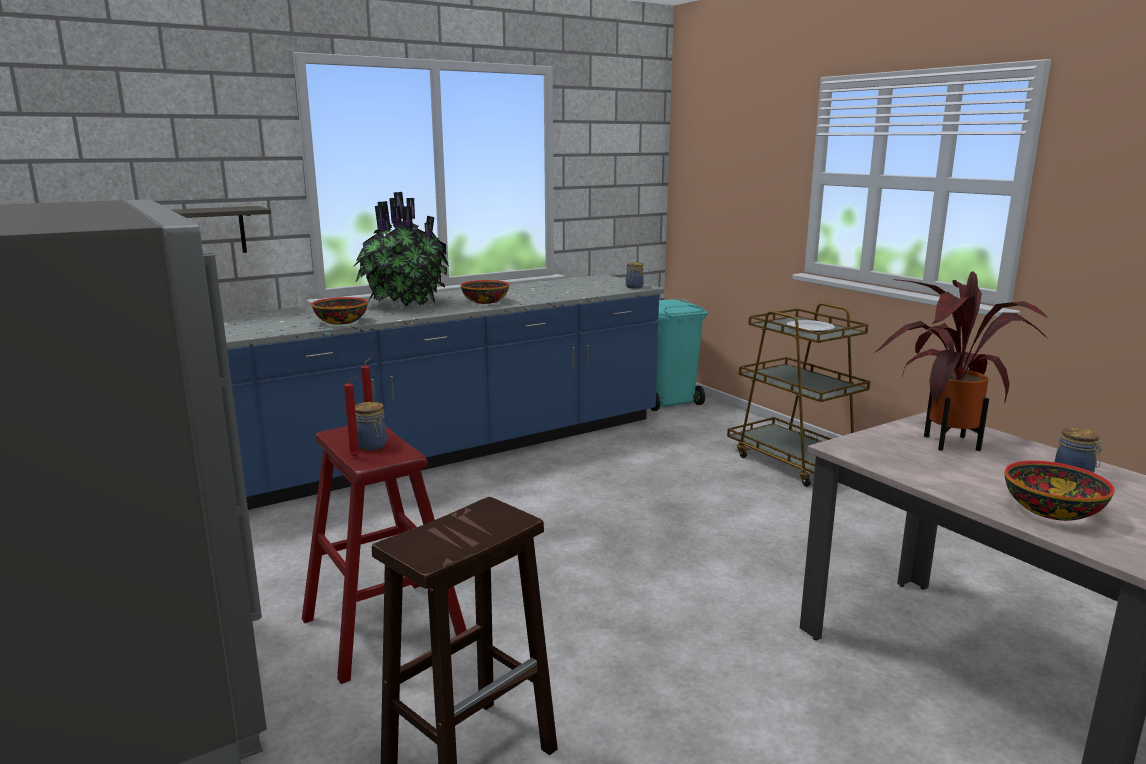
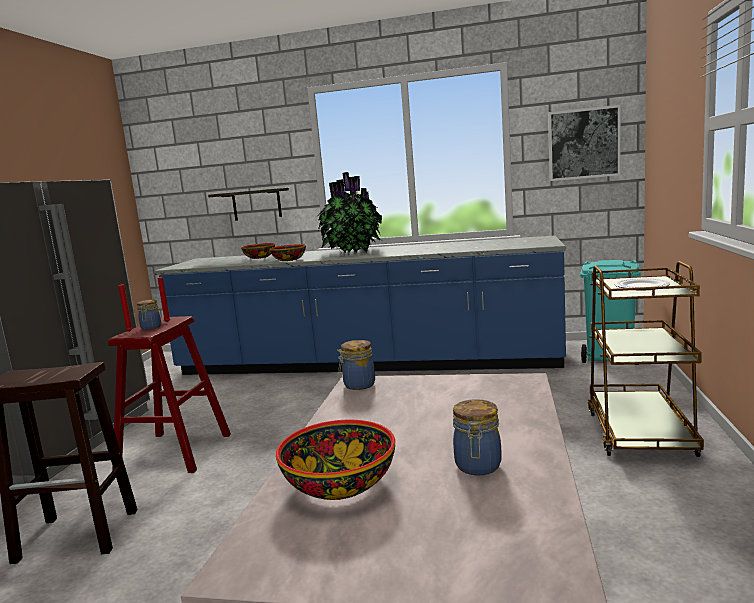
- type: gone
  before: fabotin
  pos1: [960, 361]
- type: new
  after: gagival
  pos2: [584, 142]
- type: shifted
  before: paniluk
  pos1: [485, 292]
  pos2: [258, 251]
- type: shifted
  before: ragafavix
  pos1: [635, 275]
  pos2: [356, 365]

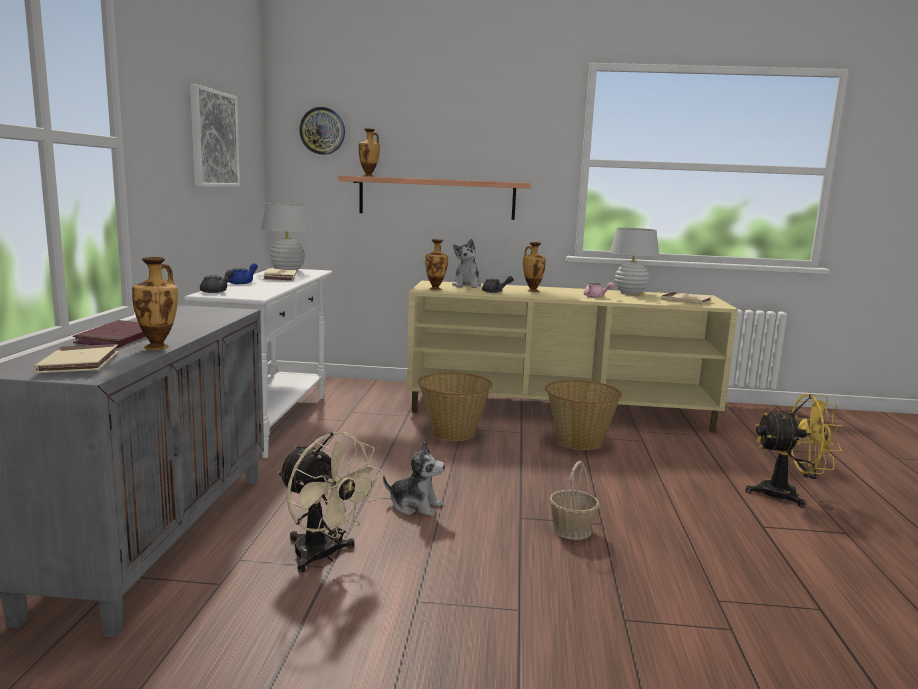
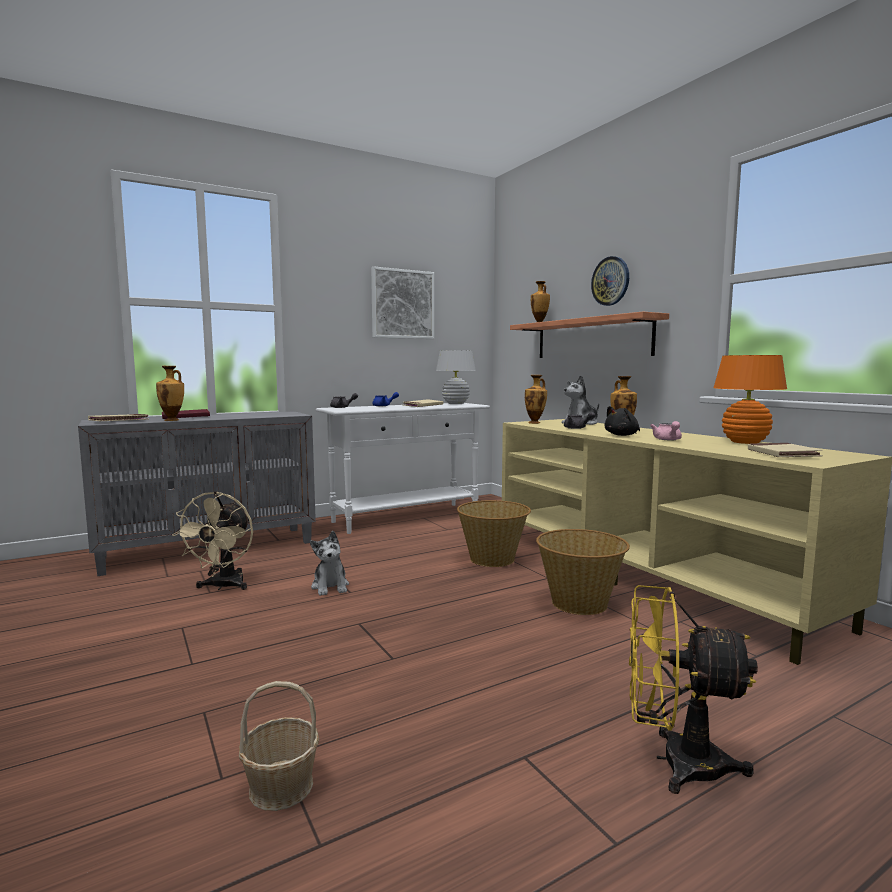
- type: new
  after: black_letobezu
  pos2: [622, 421]
- type: shifted
  before: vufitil
  pos1: [322, 131]
  pos2: [610, 281]
- type: shifted
  before: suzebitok
  pos1: [574, 500]
  pos2: [279, 746]
- type: repainted
  before: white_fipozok
  after: orange_fipozok
  pos1: [634, 261]
  pos2: [750, 399]
- type: rotated
  before: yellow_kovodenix
  pos1: [794, 451]
  pos2: [693, 689]
  turn: 135

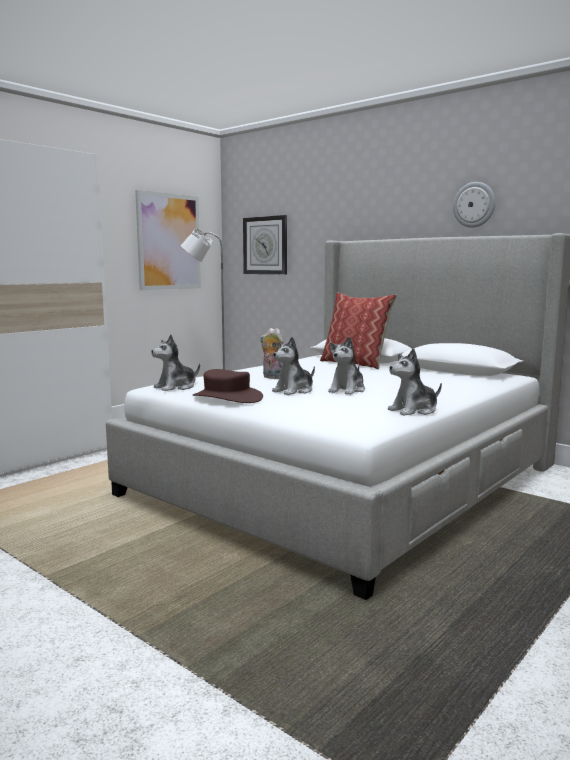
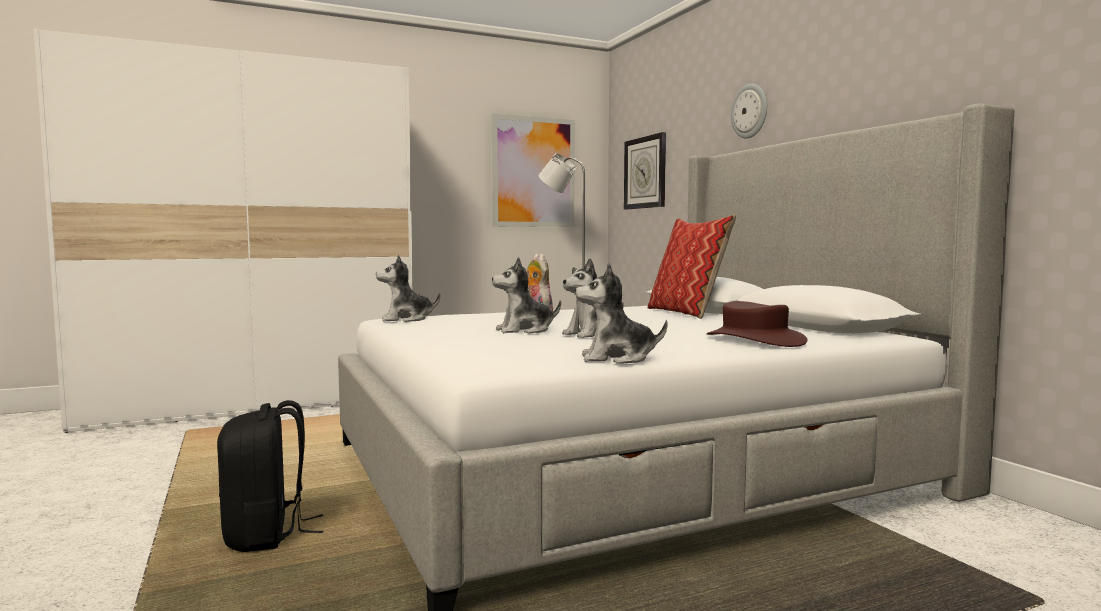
- type: new
  after: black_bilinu
  pos2: [270, 476]
- type: shifted
  before: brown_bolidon
  pos1: [228, 386]
  pos2: [757, 324]
- type: shifted
  before: vufitil
  pos1: [474, 205]
  pos2: [749, 111]

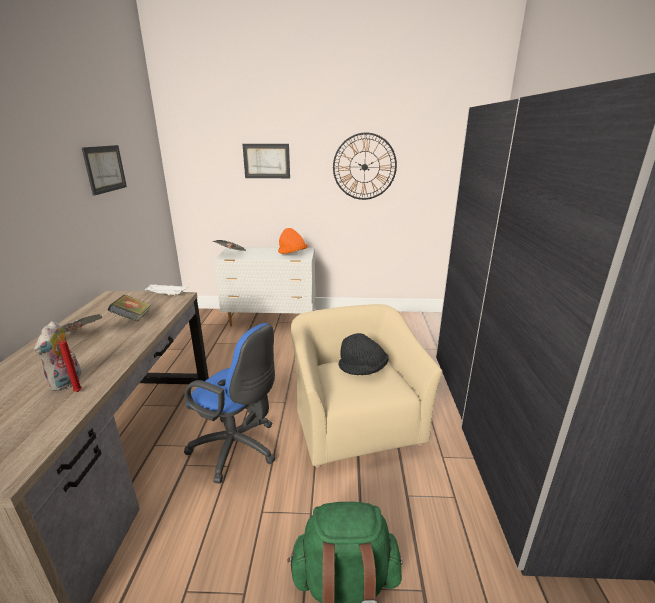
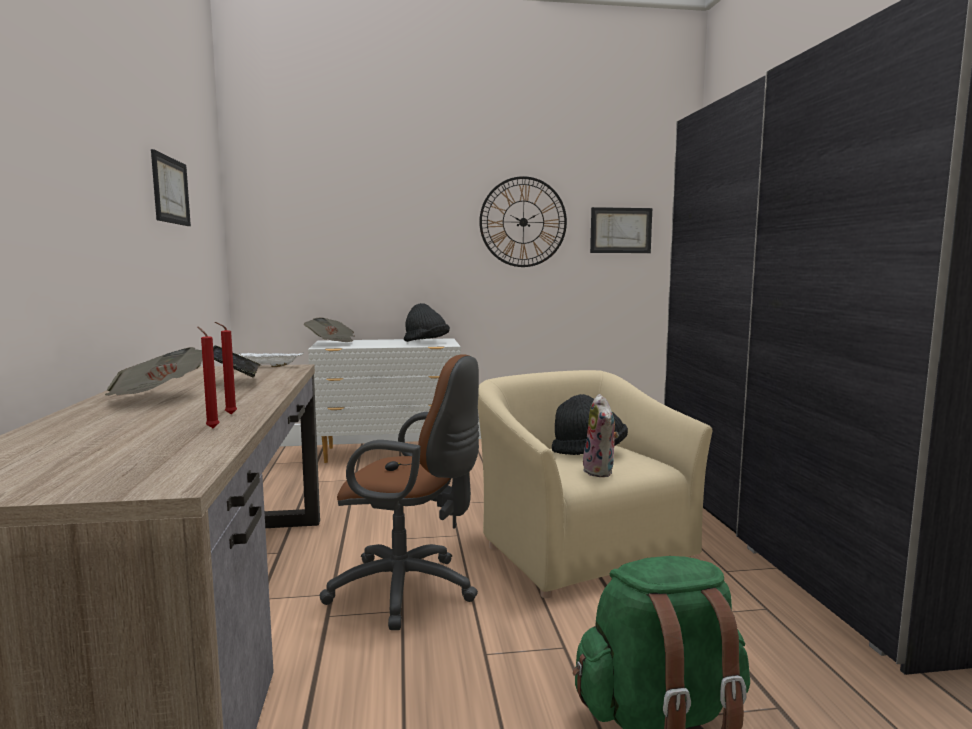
- type: new
  after: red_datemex
  pos2: [226, 368]
- type: shifted
  before: letobezu
  pos1: [57, 356]
  pos2: [601, 435]
- type: shifted
  before: gagival
  pos1: [266, 161]
  pos2: [621, 230]
- type: repainted
  before: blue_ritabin
  after: brown_ritabin
  pos1: [230, 403]
  pos2: [399, 492]
- type: repainted
  before: orange_bolidon
  after: black_bolidon
  pos1: [293, 241]
  pos2: [427, 322]

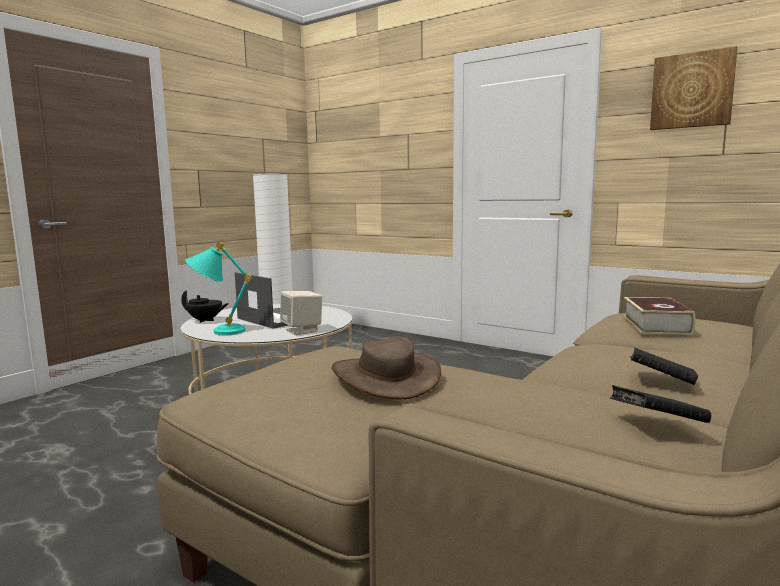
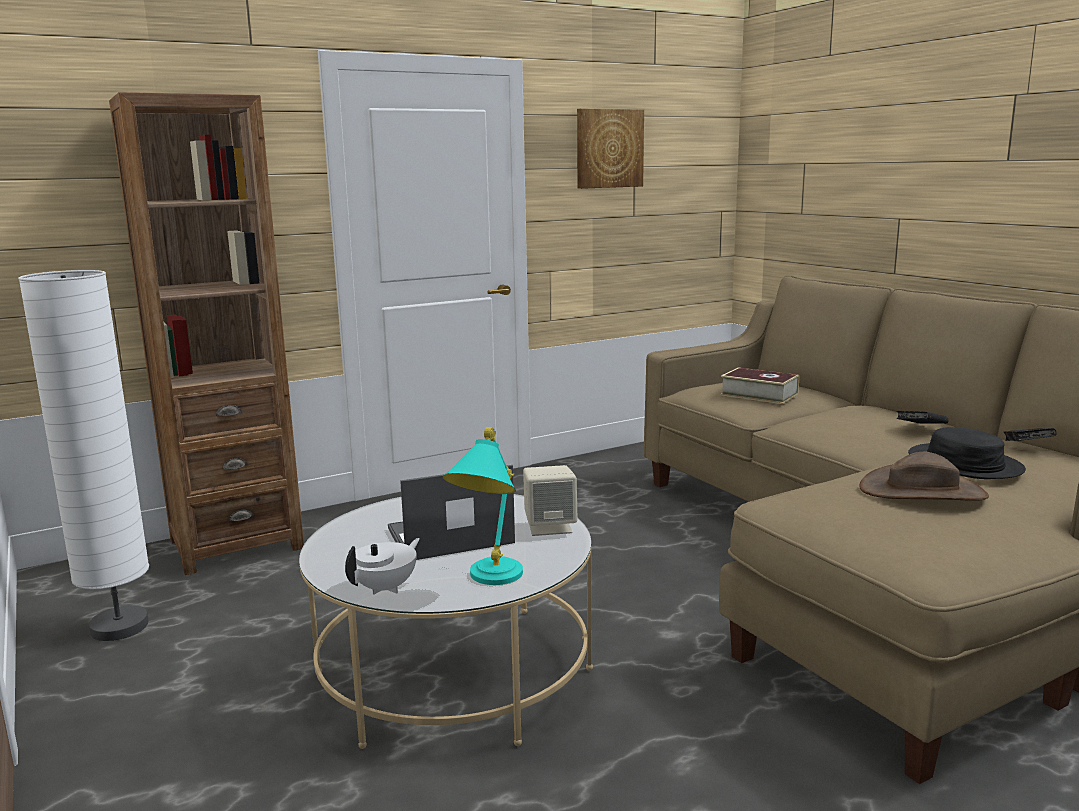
- type: new
  after: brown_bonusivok
  pos2: [206, 333]
- type: new
  after: black_bolidon
  pos2: [967, 453]
- type: repainted
  before: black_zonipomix
  after: white_zonipomix
  pos1: [205, 306]
  pos2: [382, 566]

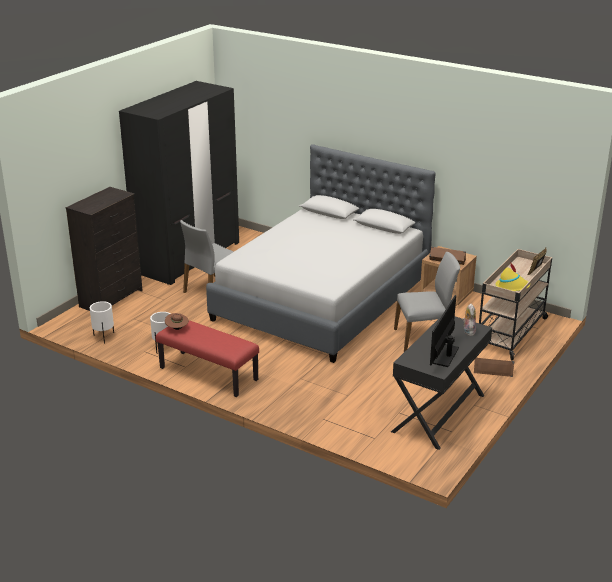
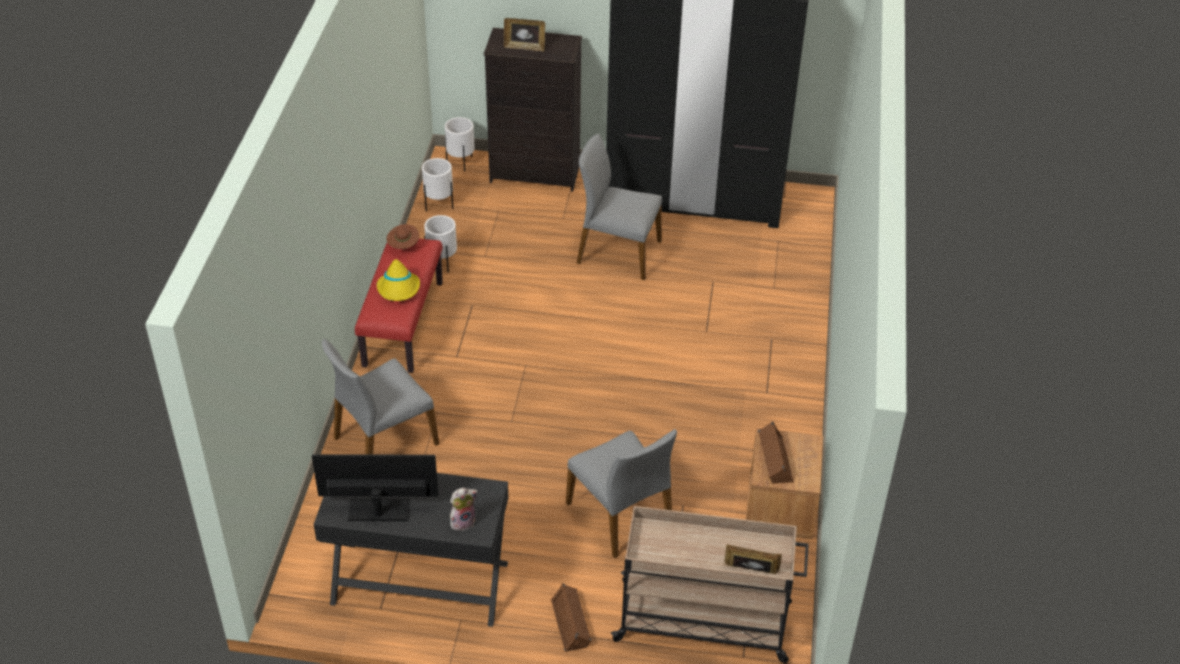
- type: gone
  before: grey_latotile
  pos1: [321, 253]
- type: new
  after: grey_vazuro
  pos2: [380, 397]
- type: new
  after: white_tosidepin
  pos2: [460, 144]
- type: new
  after: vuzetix
  pos2: [524, 35]
- type: shifted
  before: yellow_bolidon
  pos1: [512, 276]
  pos2: [398, 280]

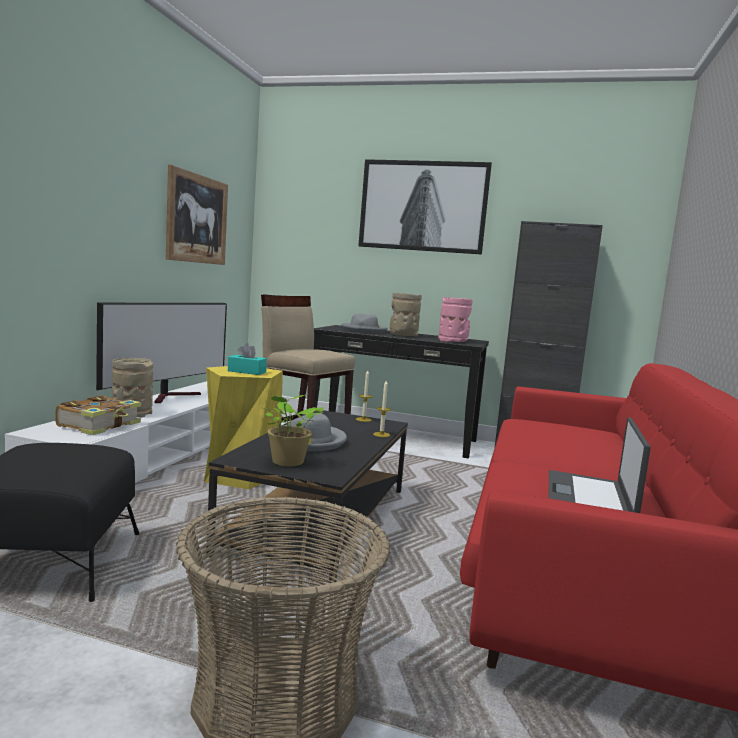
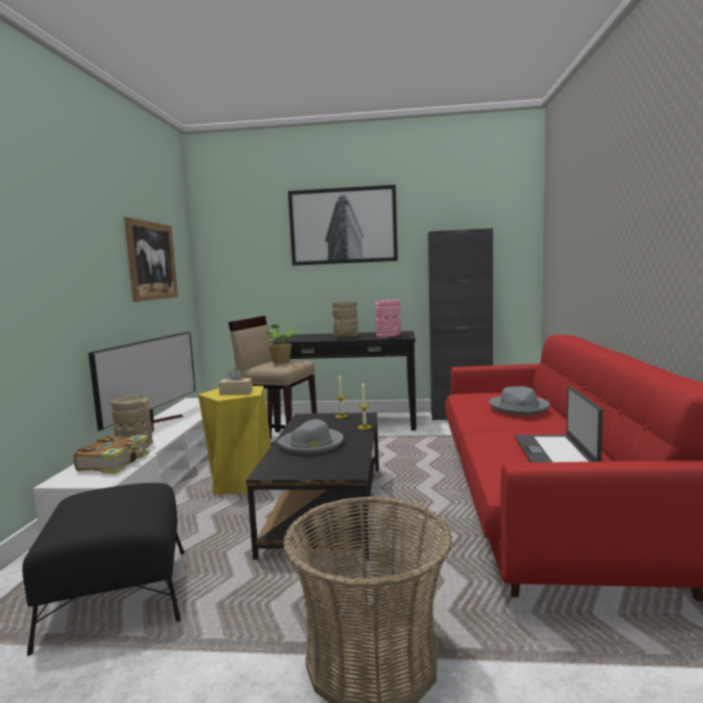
- type: shifted
  before: fabotin
  pos1: [293, 431]
  pos2: [280, 342]
- type: shifted
  before: grey_bolidon
  pos1: [365, 323]
  pos2: [519, 401]
- type: repainted
  before: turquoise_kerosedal
  after: beige_kerosedal
  pos1: [247, 359]
  pos2: [235, 381]

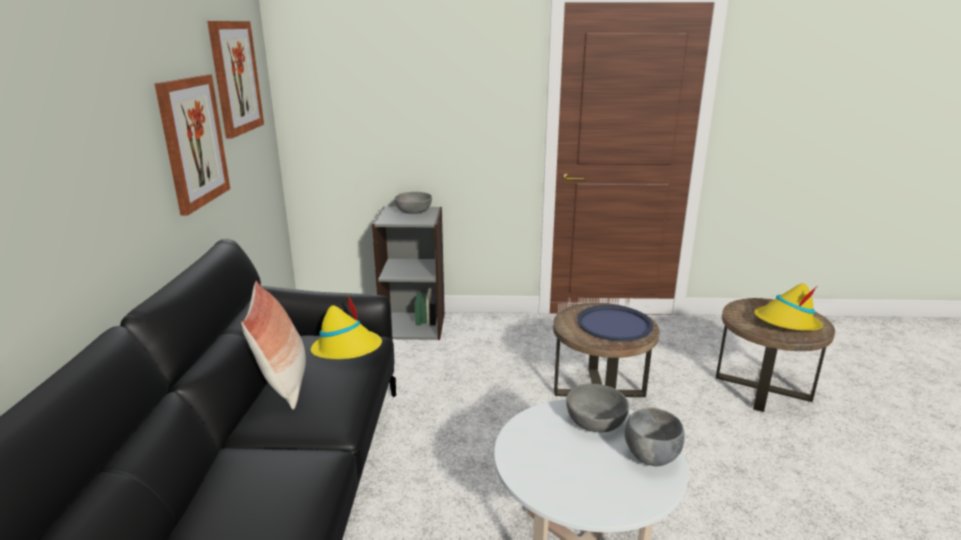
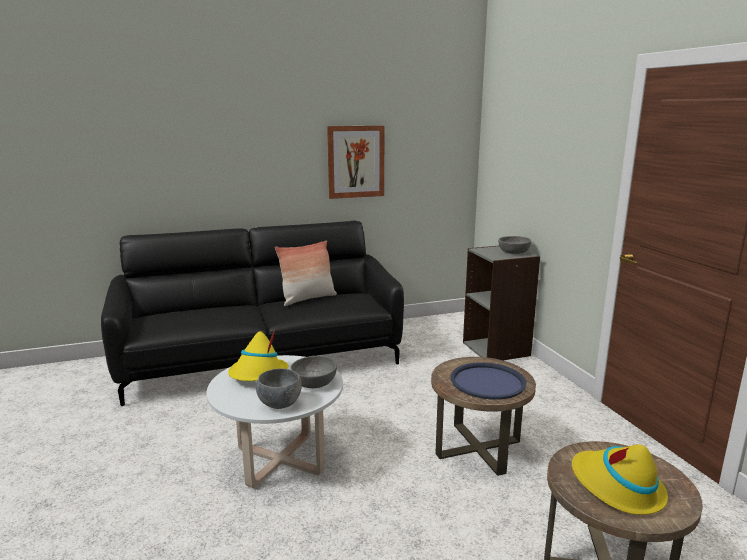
- type: gone
  before: gagival
  pos1: [235, 79]
- type: shifted
  before: yellow_bolidon
  pos1: [346, 326]
  pos2: [258, 355]

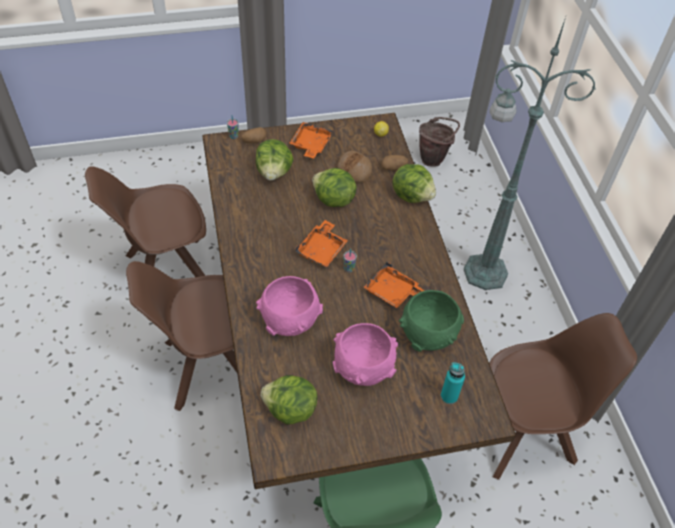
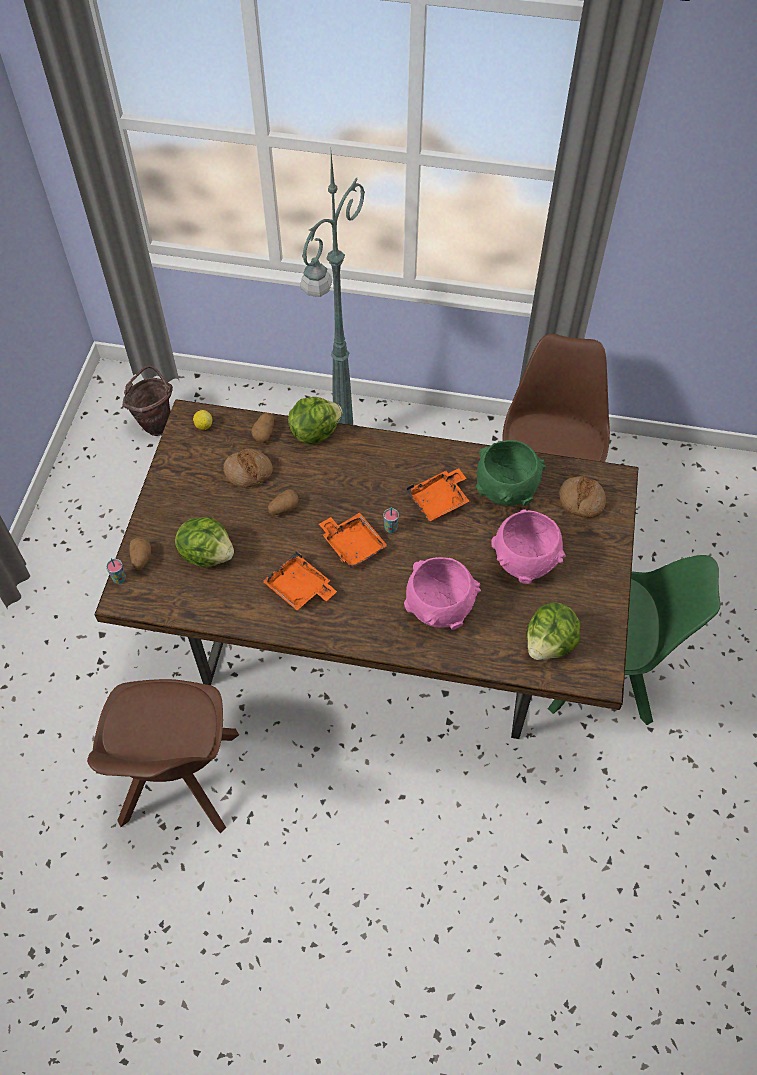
- type: gone
  before: brown_vazuro
  pos1: [181, 336]
- type: shifted
  before: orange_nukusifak
  pos1: [311, 140]
  pos2: [300, 580]
- type: swapped
  before: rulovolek
  after: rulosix
  pos1: [334, 187]
  pos2: [283, 502]
- type: swapped
  before: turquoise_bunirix
  after: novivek
  pos1: [453, 383]
  pos2: [582, 497]

